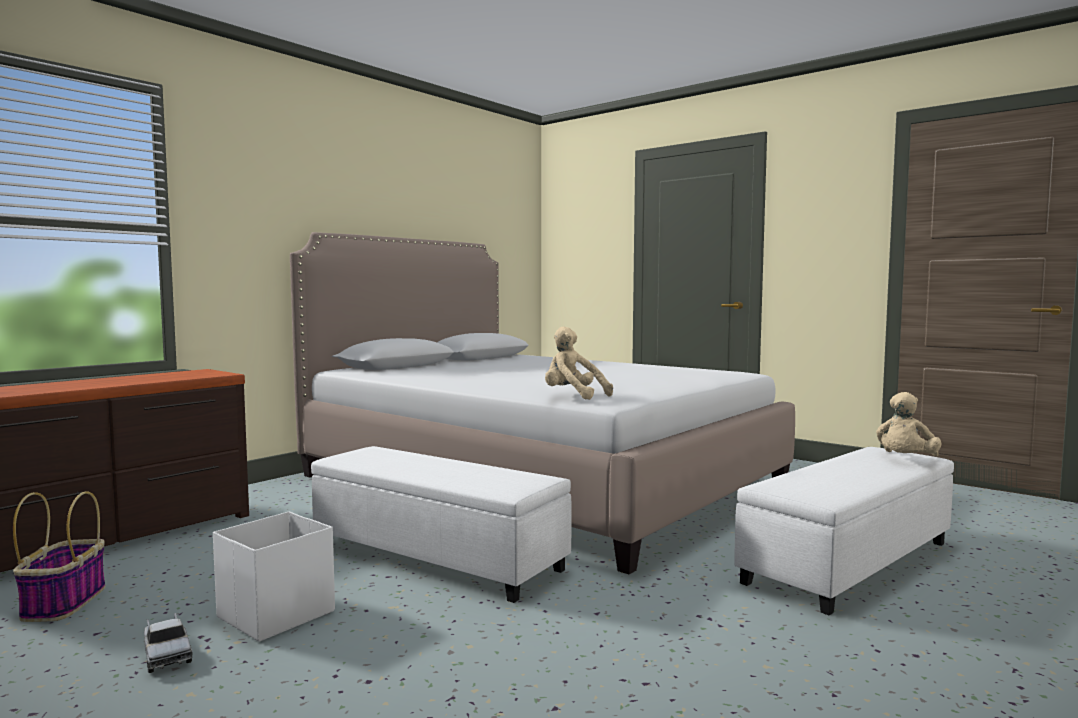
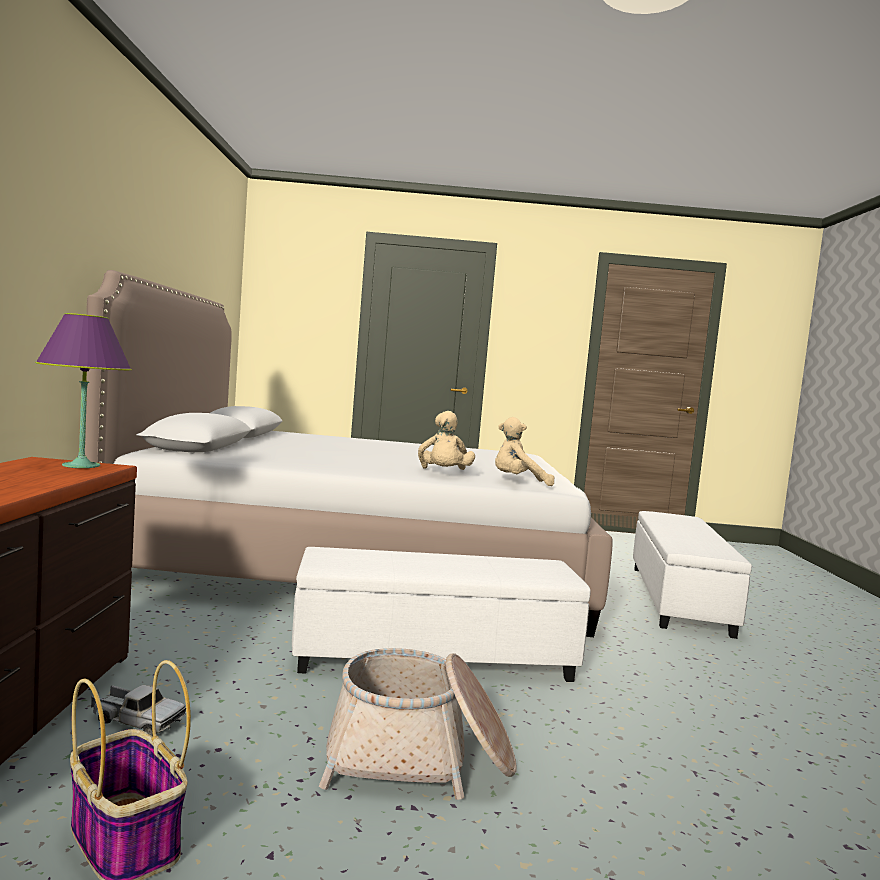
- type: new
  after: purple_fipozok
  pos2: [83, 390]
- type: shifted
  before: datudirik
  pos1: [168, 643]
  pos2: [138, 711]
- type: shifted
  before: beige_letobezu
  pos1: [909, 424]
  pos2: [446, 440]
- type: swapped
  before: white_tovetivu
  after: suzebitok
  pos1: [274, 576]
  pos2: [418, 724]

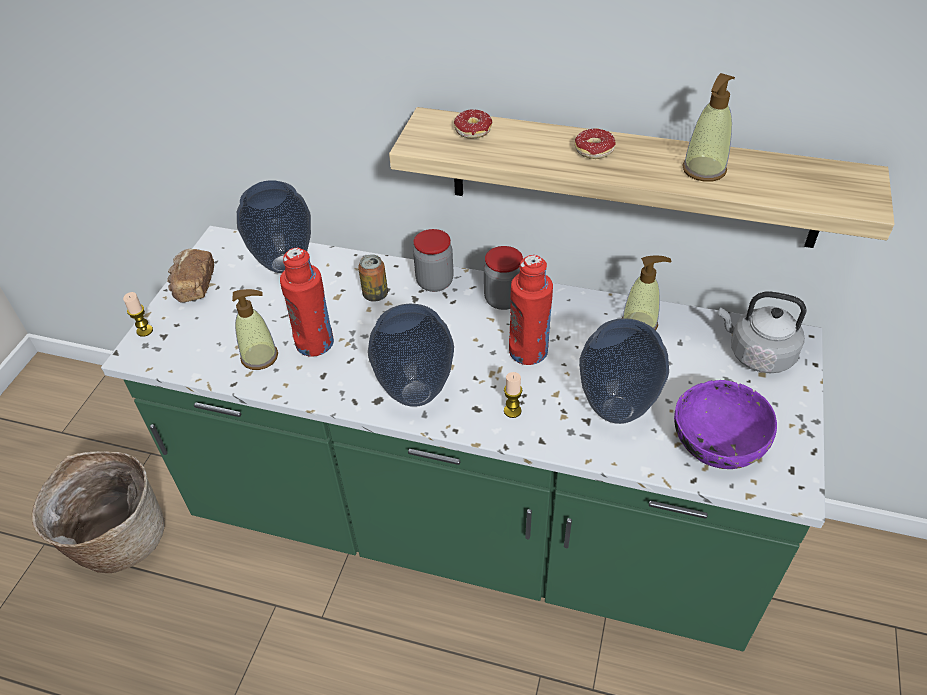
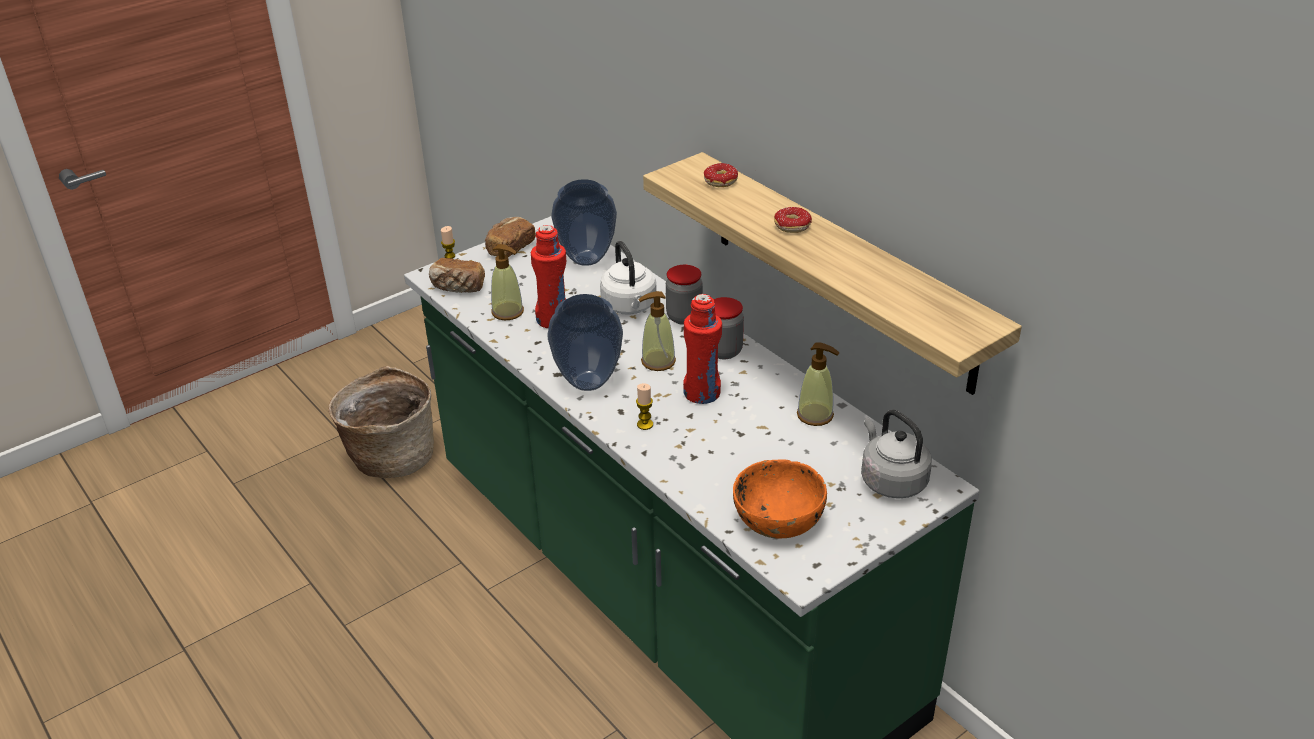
- type: gone
  before: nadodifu
  pos1: [624, 371]
- type: new
  after: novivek
  pos2: [457, 275]
- type: shifted
  before: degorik
  pos1: [708, 127]
  pos2: [657, 331]
- type: swapped
  before: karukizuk
  after: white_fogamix
  pos1: [373, 278]
  pos2: [628, 278]
- type: repainted
  before: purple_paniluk
  after: orange_paniluk
  pos1: [725, 424]
  pos2: [780, 499]

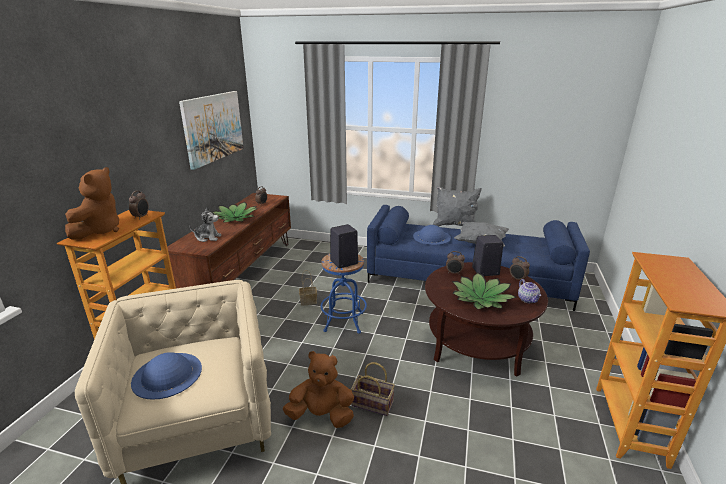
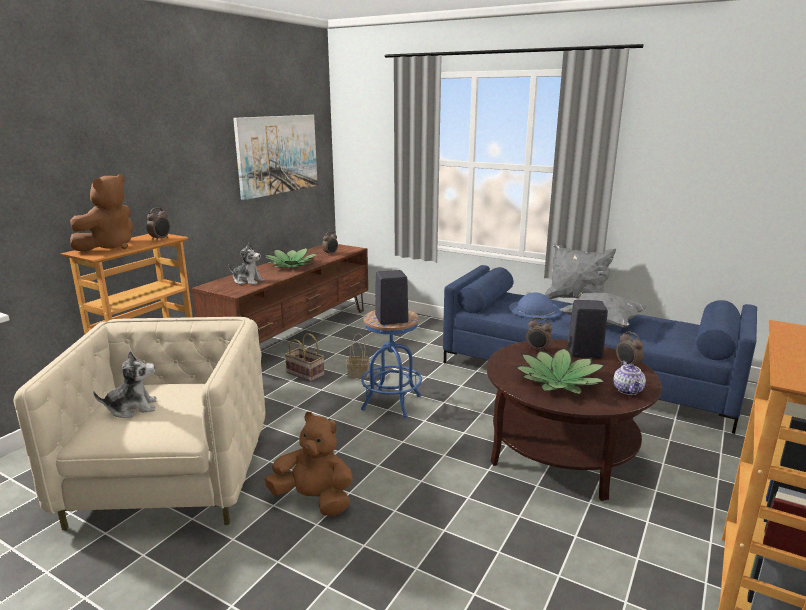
- type: shifted
  before: suzebitok
  pos1: [373, 389]
  pos2: [304, 357]
- type: swapped
  before: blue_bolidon
  after: letobezu
  pos1: [166, 376]
  pos2: [125, 384]

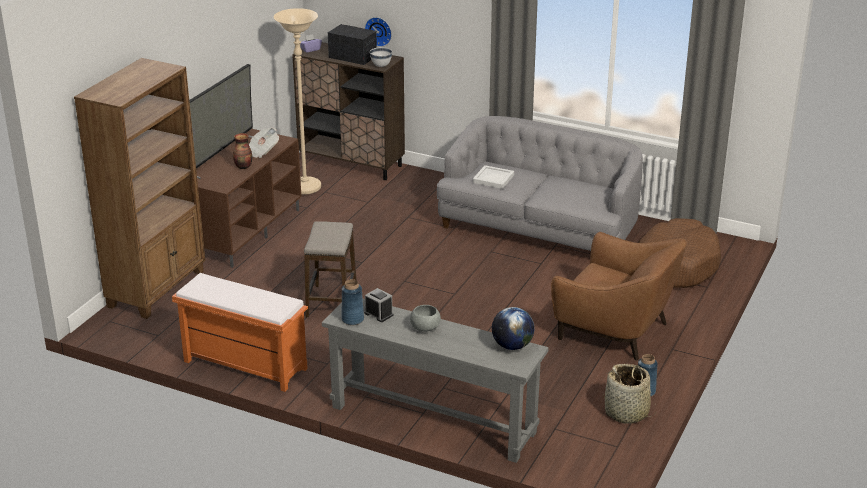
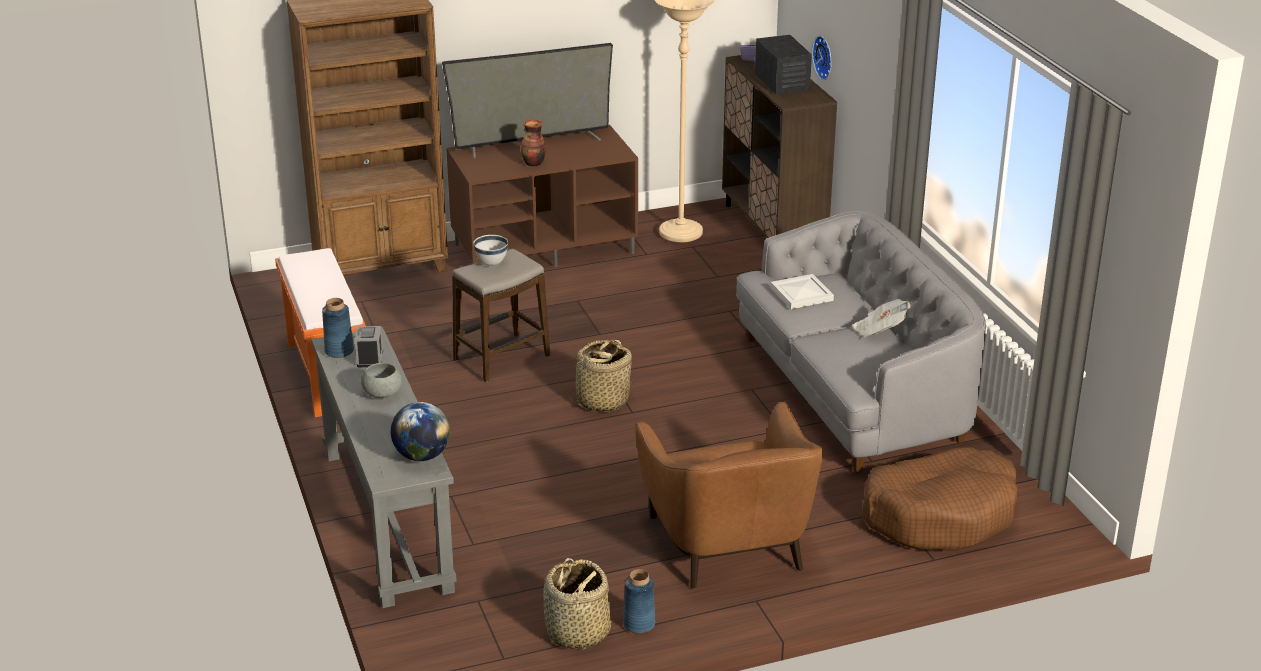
- type: new
  after: suzebitok
  pos2: [599, 376]
- type: shifted
  before: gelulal
  pos1: [264, 143]
  pos2: [882, 318]
- type: shifted
  before: white_paniluk
  pos1: [381, 57]
  pos2: [490, 250]

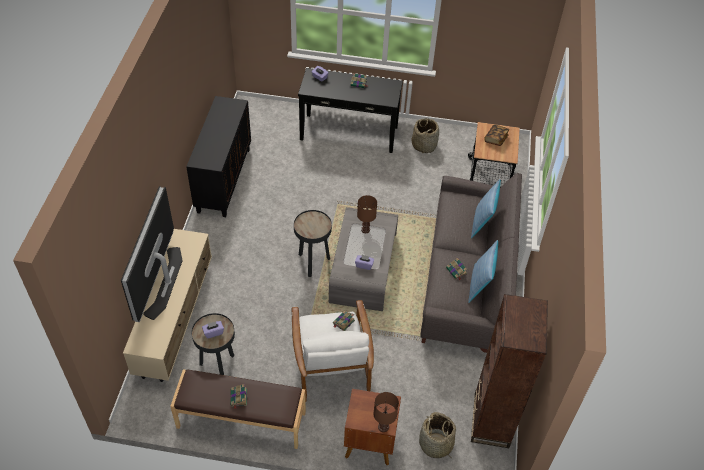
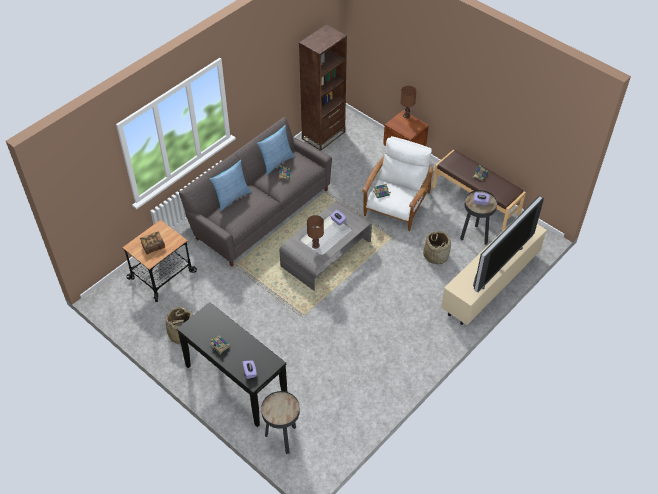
- type: gone
  before: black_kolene
  pos1: [218, 156]
- type: shifted
  before: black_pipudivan
  pos1: [313, 243]
  pos2: [280, 422]
- type: shifted
  before: suzebitok
  pos1: [437, 435]
  pos2: [437, 248]

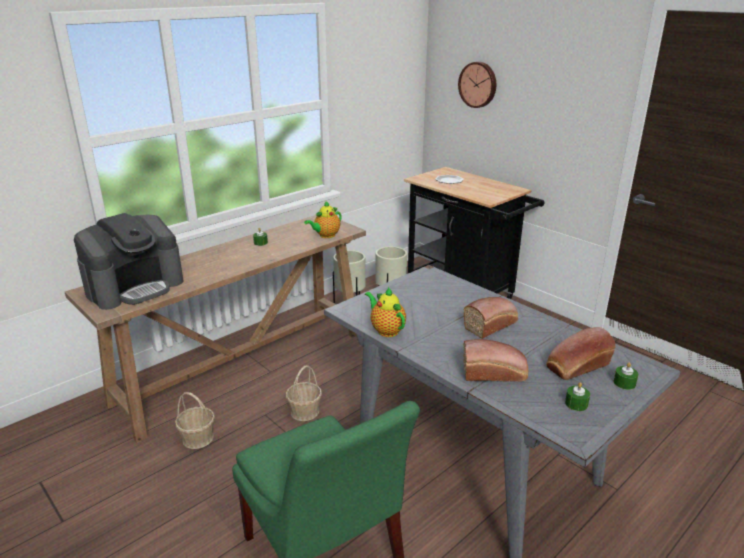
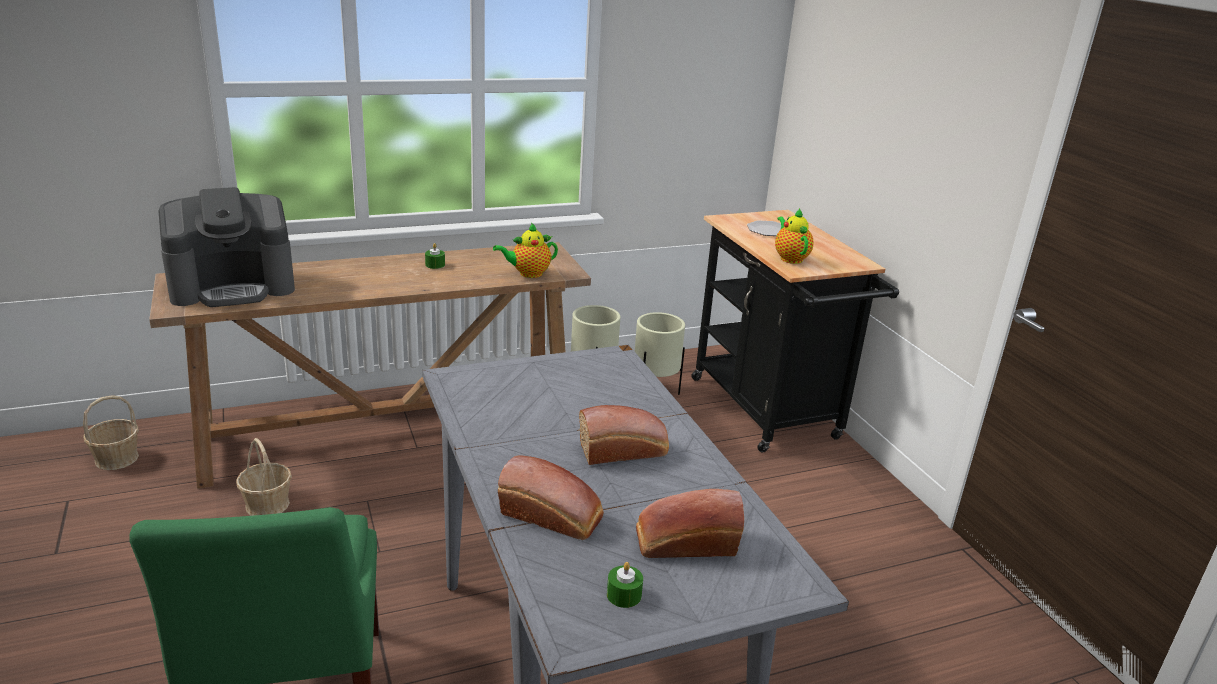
- type: gone
  before: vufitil
  pos1: [477, 85]
- type: gone
  before: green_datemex
  pos1: [626, 376]
- type: shifted
  before: suzebitok
  pos1: [304, 393]
  pos2: [111, 432]
- type: shifted
  before: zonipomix
  pos1: [385, 312]
  pos2: [794, 236]

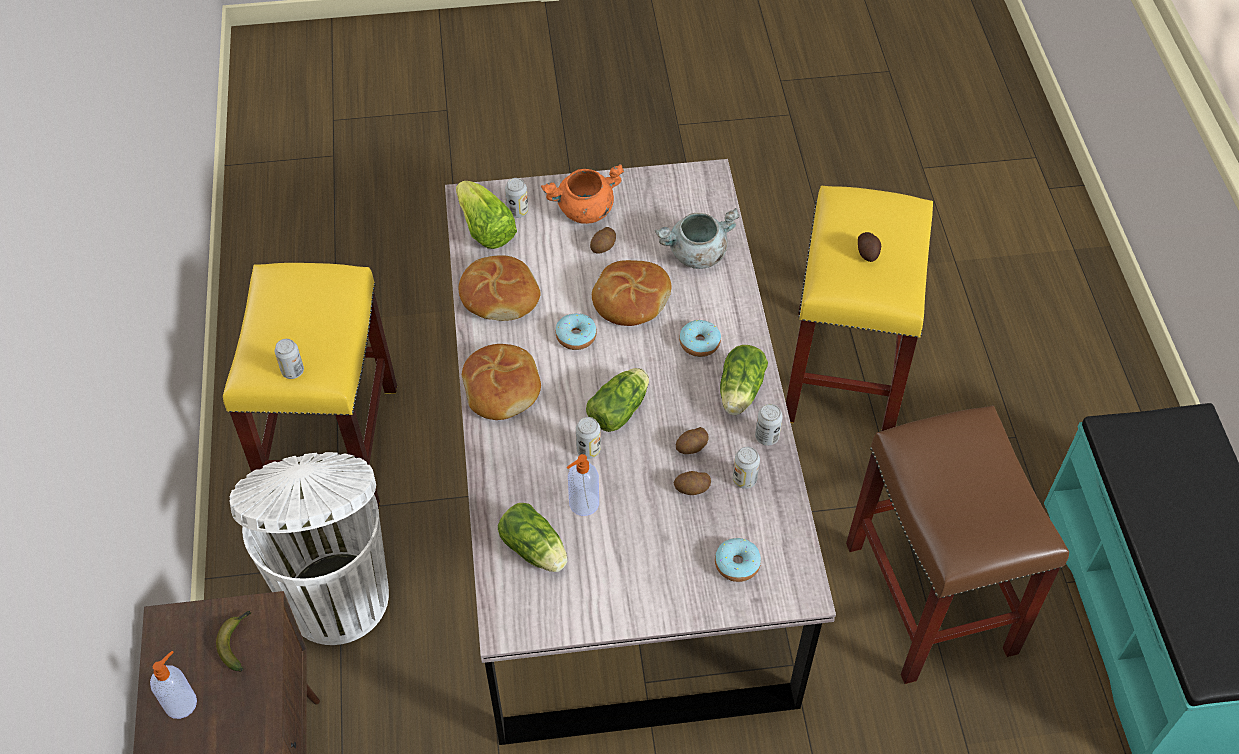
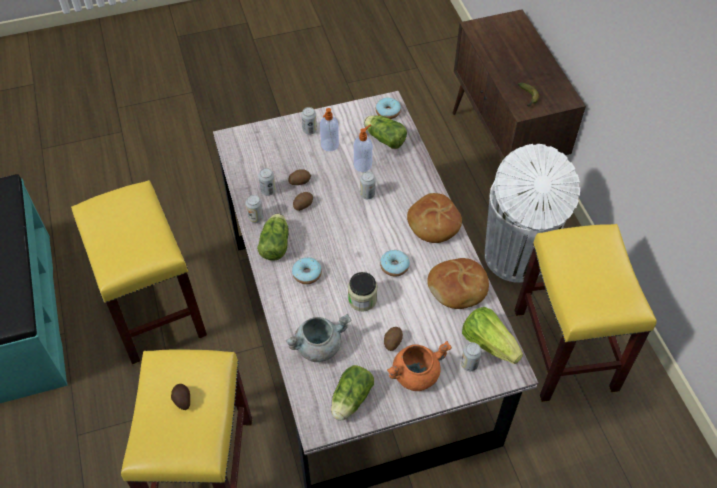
- type: shifted
  before: degorik
  pos1: [173, 685]
  pos2: [329, 129]
- type: shifted
  before: karukizuk
  pos1: [289, 359]
  pos2: [309, 120]
- type: shifted
  before: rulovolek
  pos1: [617, 400]
  pos2: [352, 393]
- type: shifted
  before: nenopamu
  pos1: [738, 560]
  pos2: [388, 108]
- type: swapped
  before: novivek
  after: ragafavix
  pos1: [631, 293]
  pos2: [362, 292]
- type: repainted
  before: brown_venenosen
  after: yellow_venenosen
  pos1: [957, 544]
  pos2: [139, 272]

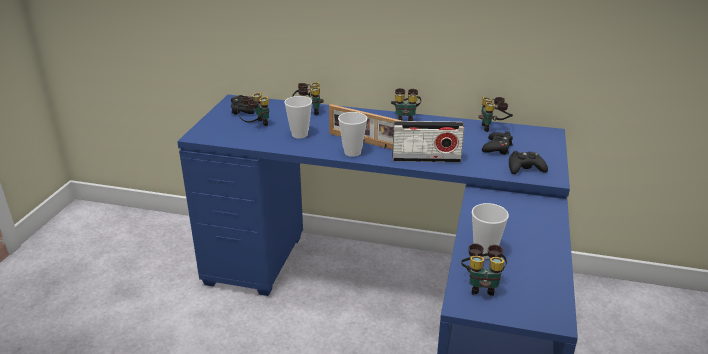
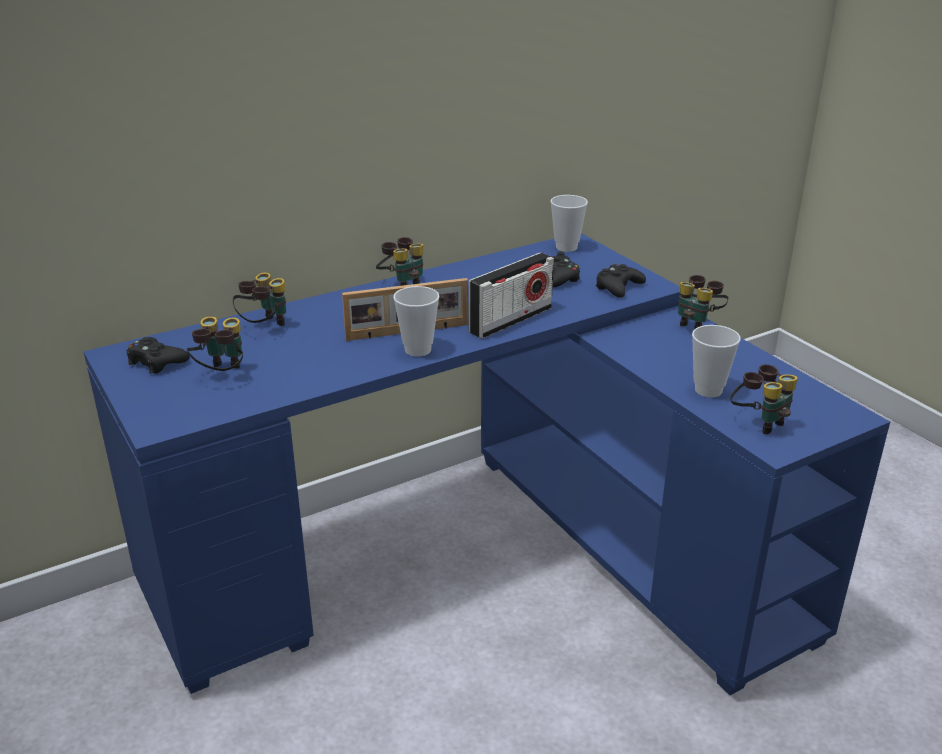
- type: shifted
  before: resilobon
  pos1: [298, 117]
  pos2: [569, 223]
- type: shifted
  before: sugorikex
  pos1: [495, 114]
  pos2: [703, 302]

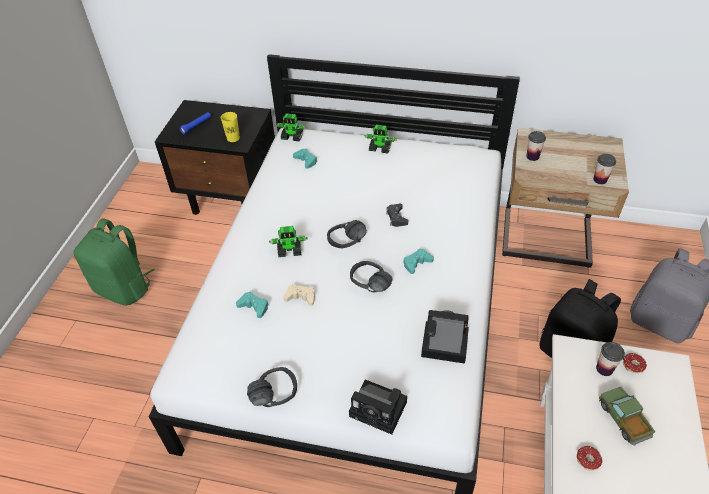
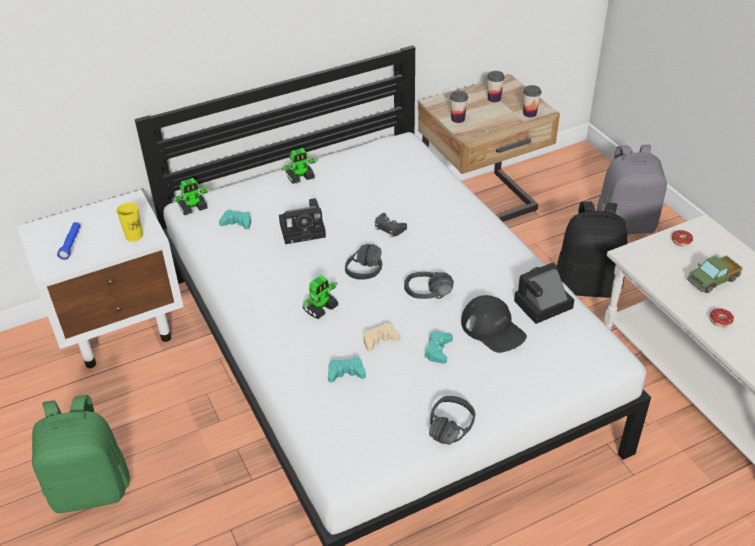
- type: new
  after: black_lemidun
  pos2: [494, 324]
- type: shifted
  before: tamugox
  pos1: [378, 407]
  pos2: [302, 221]
- type: shifted
  before: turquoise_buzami
  pos1: [418, 261]
  pos2: [439, 347]
- type: shifted
  before: resilobon
  pos1: [610, 359]
  pos2: [496, 86]
- type: repainted
  before: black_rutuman
  after: white_rutuman
  pos1: [215, 157]
  pos2: [100, 279]
- type: rotated
  before: datudirik
  pos1: [627, 416]
  pos2: [714, 274]
  turn: -60

